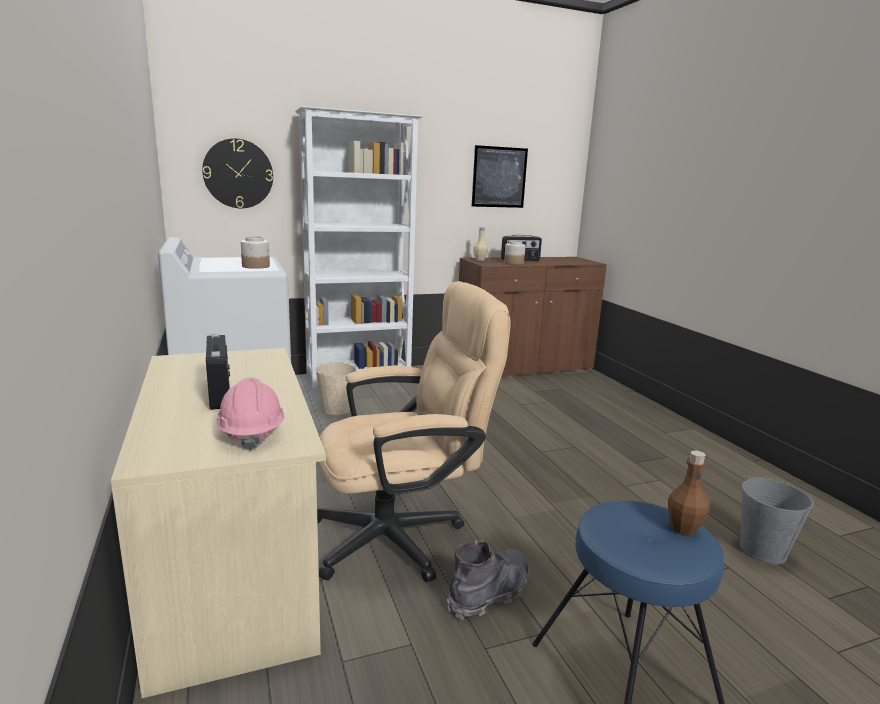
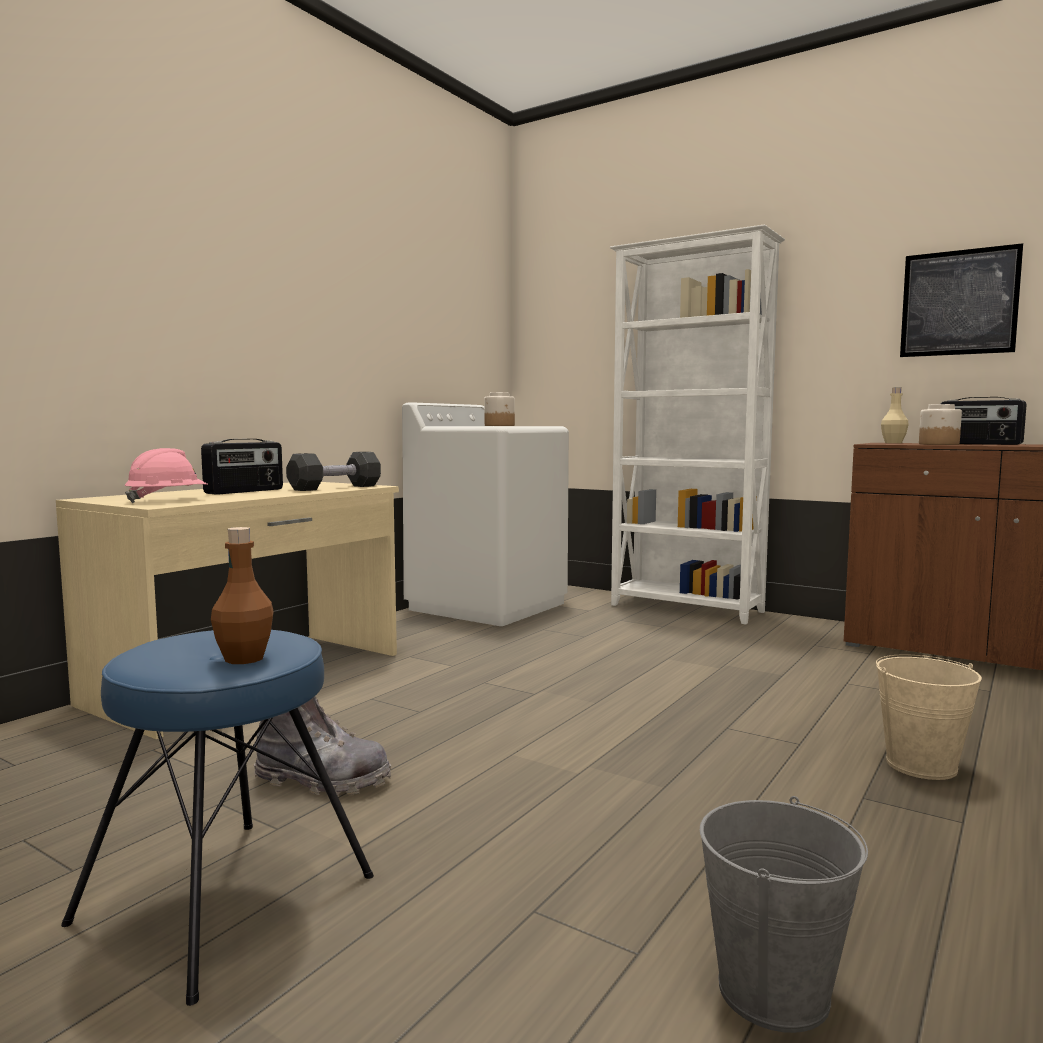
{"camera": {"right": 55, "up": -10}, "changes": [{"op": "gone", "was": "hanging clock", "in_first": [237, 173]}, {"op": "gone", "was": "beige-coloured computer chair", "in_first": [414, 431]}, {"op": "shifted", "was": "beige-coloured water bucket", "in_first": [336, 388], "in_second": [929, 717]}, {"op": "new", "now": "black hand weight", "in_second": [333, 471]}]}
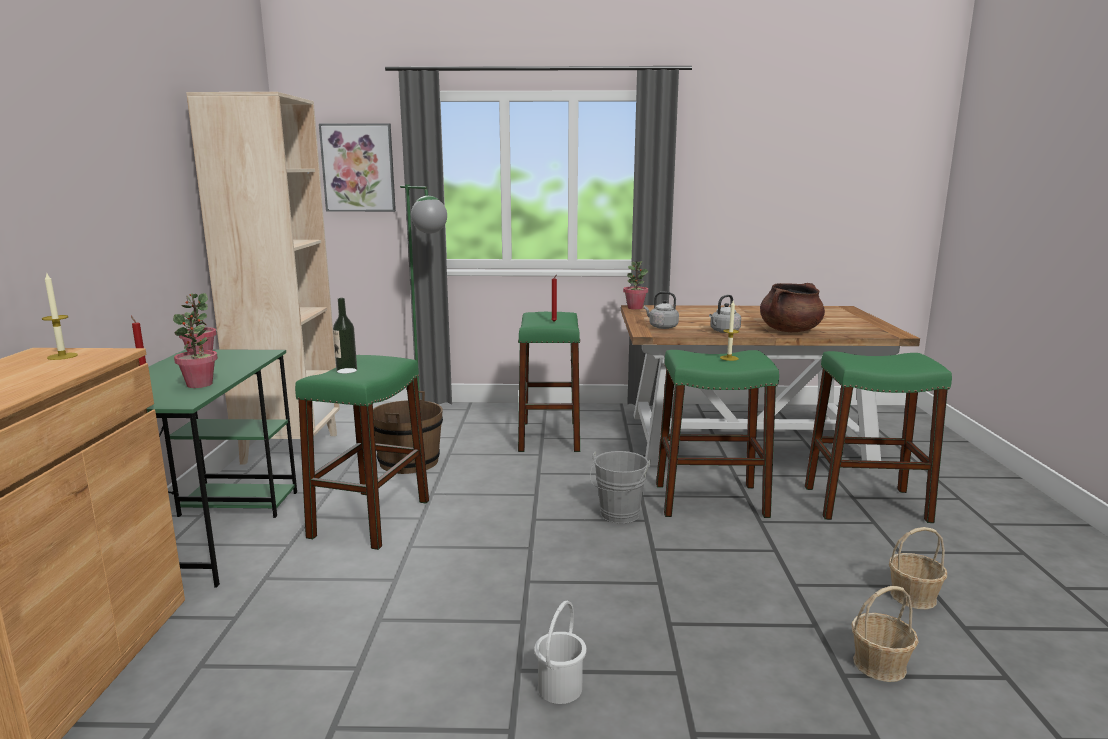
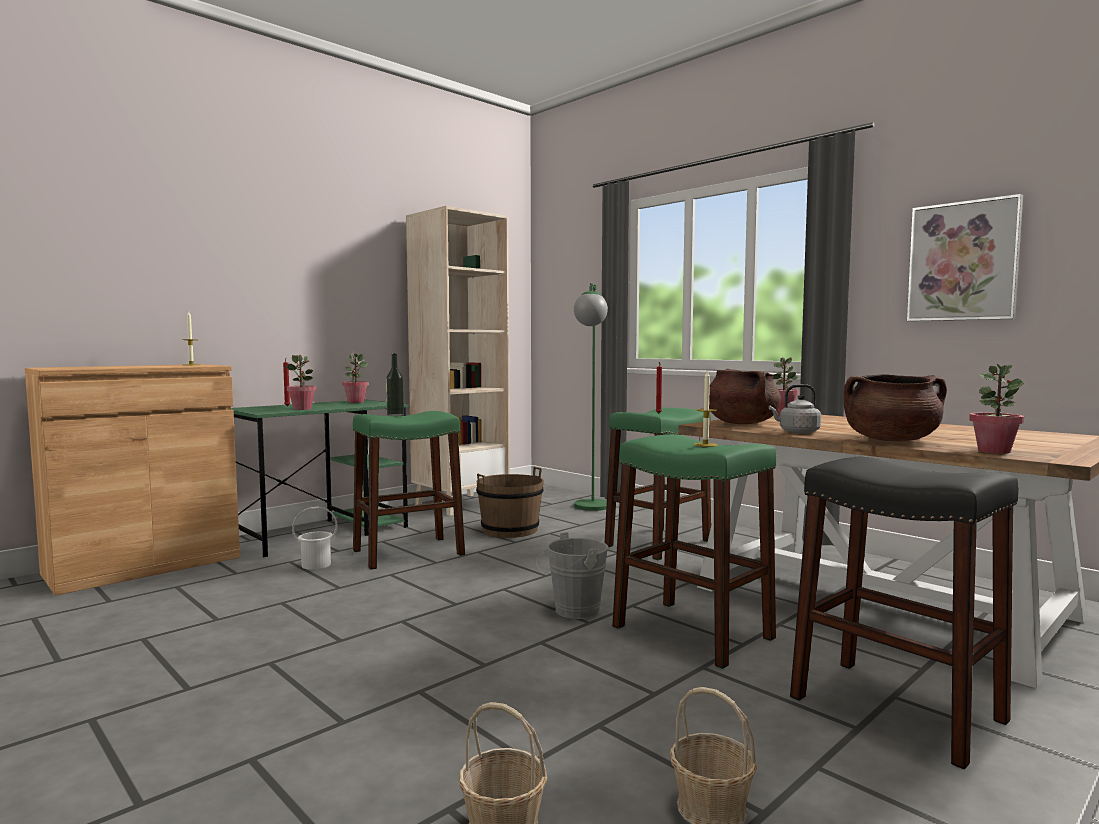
{"camera": {"right": 45, "up": -10}, "changes": [{"op": "shifted", "was": "wall art", "in_first": [357, 167], "in_second": [965, 257]}, {"op": "swapped", "was": "greyish kettle", "now": "brown-coloured saucepot", "in_first": [661, 310], "in_second": [745, 396]}, {"op": "repainted", "was": "greenish sitting stool", "now": "black sitting stool", "in_first": [878, 437], "in_second": [904, 612]}, {"op": "shifted", "was": "white water bucket", "in_first": [560, 652], "in_second": [314, 538]}, {"op": "new", "now": "potted plant", "in_second": [996, 409]}]}
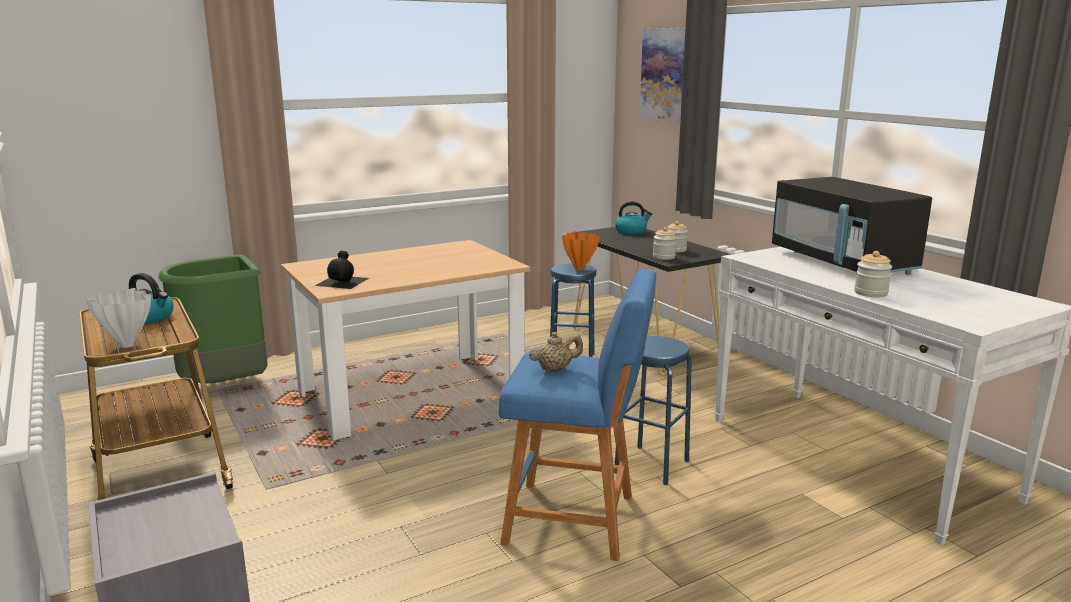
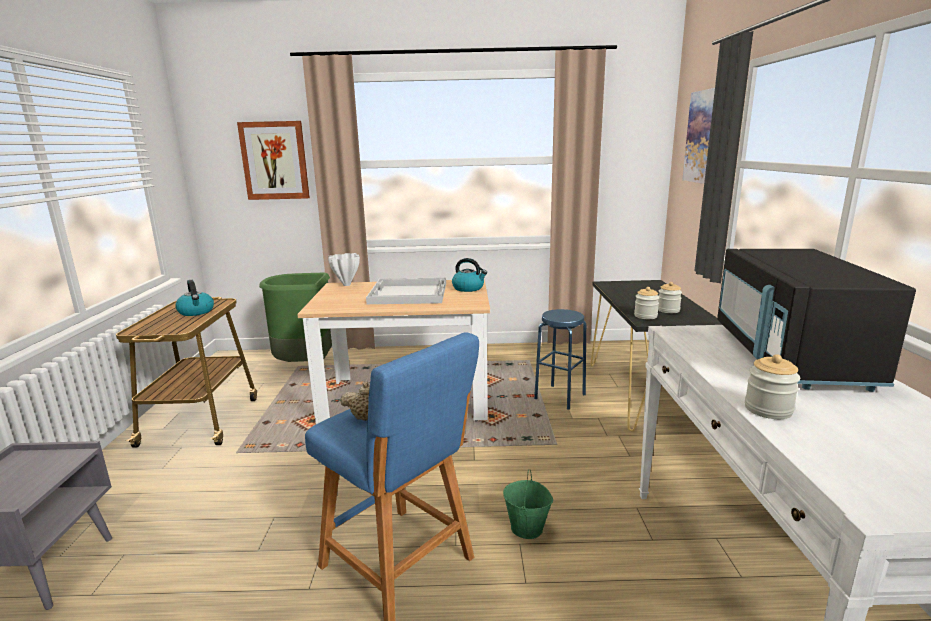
{"camera": {"right": 30, "up": 0}, "changes": [{"op": "shifted", "was": "kettle", "in_first": [633, 217], "in_second": [469, 275]}, {"op": "gone", "was": "orange-coloured flower vase", "in_first": [581, 250]}, {"op": "gone", "was": "black bottle", "in_first": [342, 270]}, {"op": "shifted", "was": "white flower vase", "in_first": [118, 318], "in_second": [344, 269]}, {"op": "swapped", "was": "bluish sitting stool", "now": "greenish water bucket", "in_first": [653, 410], "in_second": [528, 504]}, {"op": "new", "now": "wall art", "in_second": [273, 160]}, {"op": "new", "now": "white tray", "in_second": [406, 290]}]}
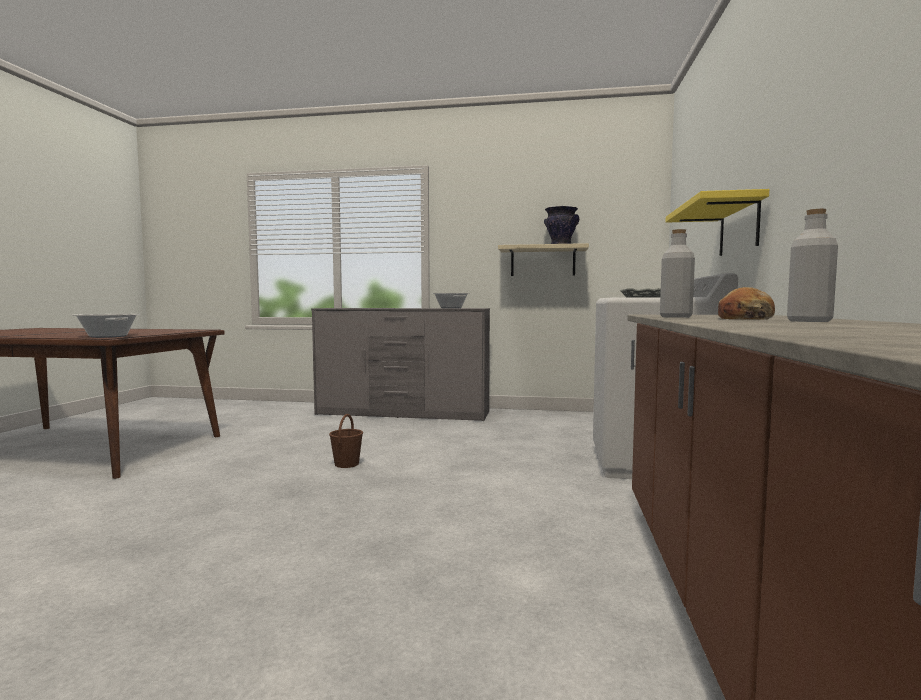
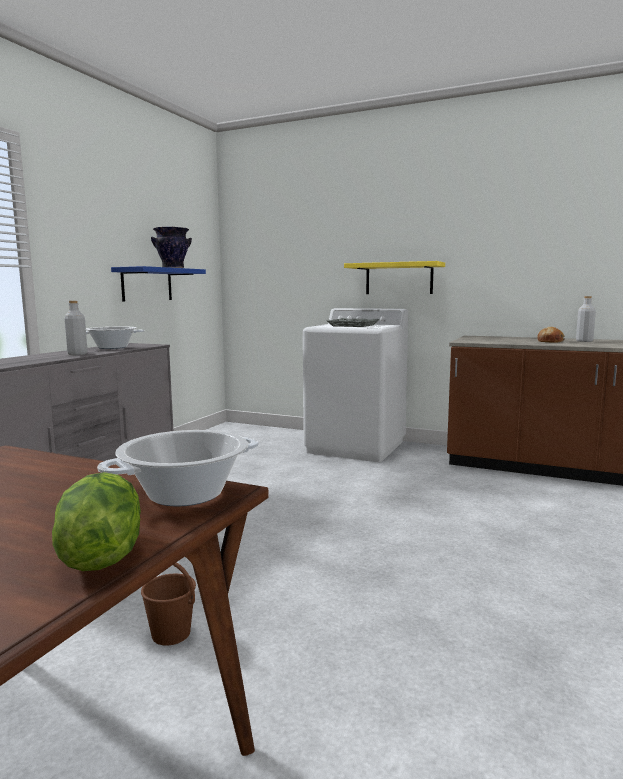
{"camera": {"right": -75, "up": 5}, "changes": [{"op": "shifted", "was": "greyish bottle", "in_first": [677, 273], "in_second": [76, 328]}, {"op": "repainted", "was": "beige-coloured bracket shelf", "now": "bluish bracket shelf", "in_first": [543, 259], "in_second": [158, 284]}, {"op": "shifted", "was": "brown-coloured water bucket", "in_first": [346, 441], "in_second": [168, 604]}, {"op": "new", "now": "lettuce head", "in_second": [96, 521]}]}
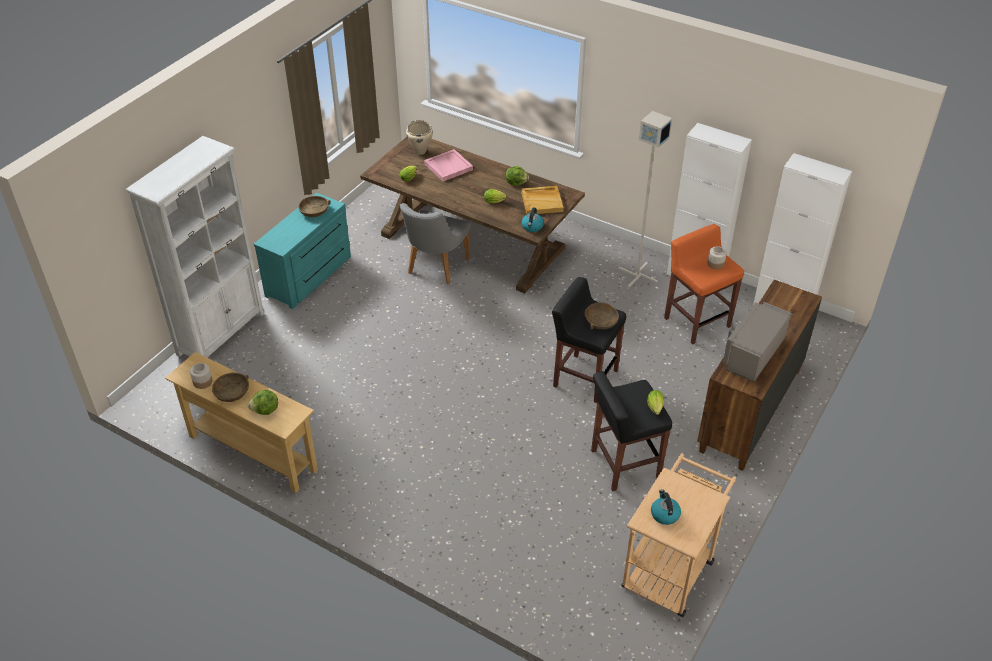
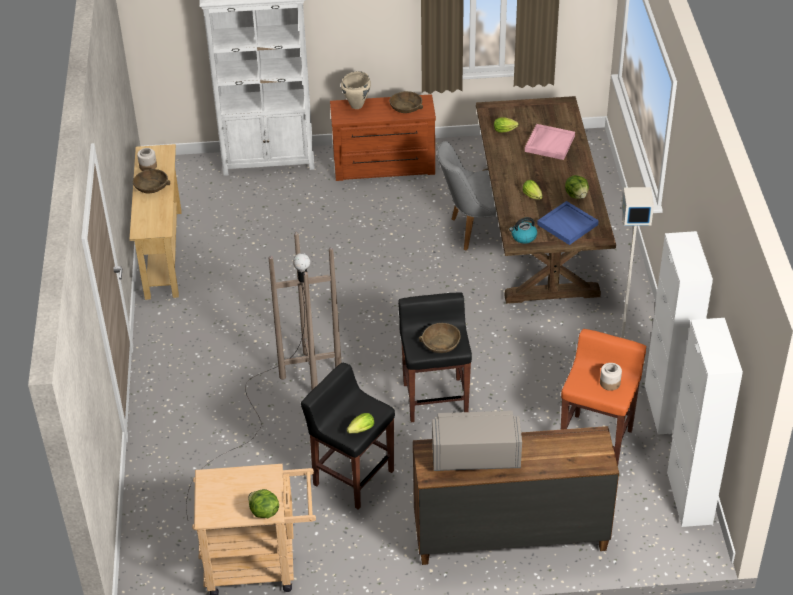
{"camera": {"right": 55, "up": 0}, "changes": [{"op": "shifted", "was": "beige-coloured saucepot", "in_first": [419, 137], "in_second": [356, 90]}, {"op": "repainted", "was": "beige-coloured tray", "now": "bluish tray", "in_first": [542, 200], "in_second": [568, 223]}, {"op": "repainted", "was": "turquoise chest of drawers", "now": "brown-coloured chest of drawers", "in_first": [302, 251], "in_second": [383, 137]}, {"op": "shifted", "was": "lettuce head", "in_first": [263, 402], "in_second": [263, 503]}, {"op": "gone", "was": "kettle", "in_first": [666, 507]}, {"op": "new", "now": "brown-coloured floor lamp", "in_second": [264, 375]}]}
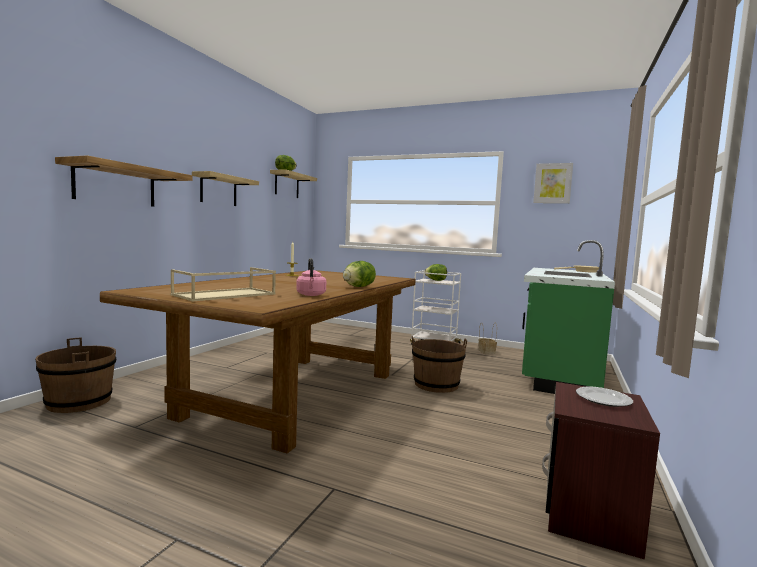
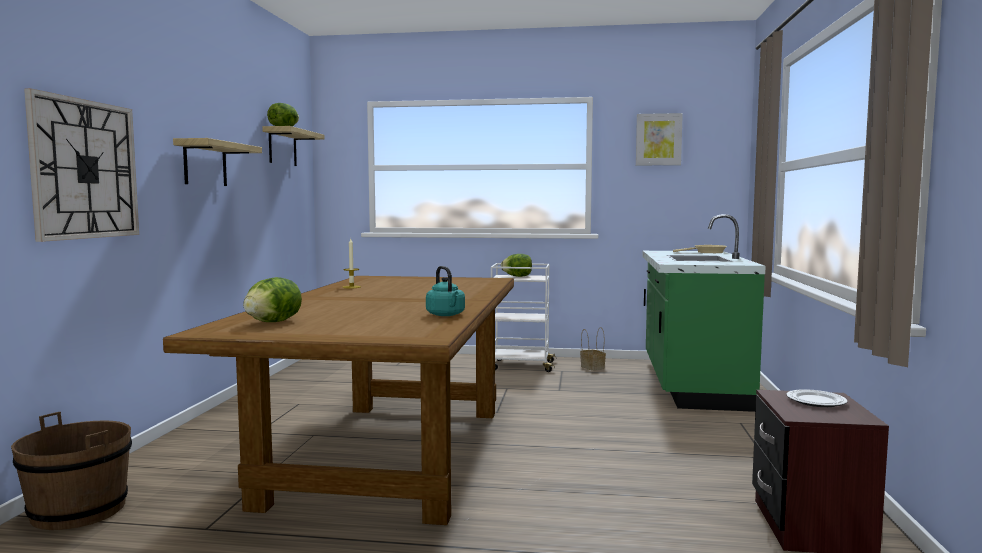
{"camera": {"right": -15, "up": 0}, "changes": [{"op": "swapped", "was": "bracket shelf", "now": "hanging clock", "in_first": [123, 181], "in_second": [81, 165]}, {"op": "repainted", "was": "pink kettle", "now": "turquoise kettle", "in_first": [311, 277], "in_second": [445, 291]}, {"op": "shifted", "was": "lettuce head", "in_first": [359, 274], "in_second": [272, 299]}, {"op": "gone", "was": "beige-coloured tray", "in_first": [223, 284]}, {"op": "gone", "was": "brown-coloured water bucket", "in_first": [439, 364]}]}
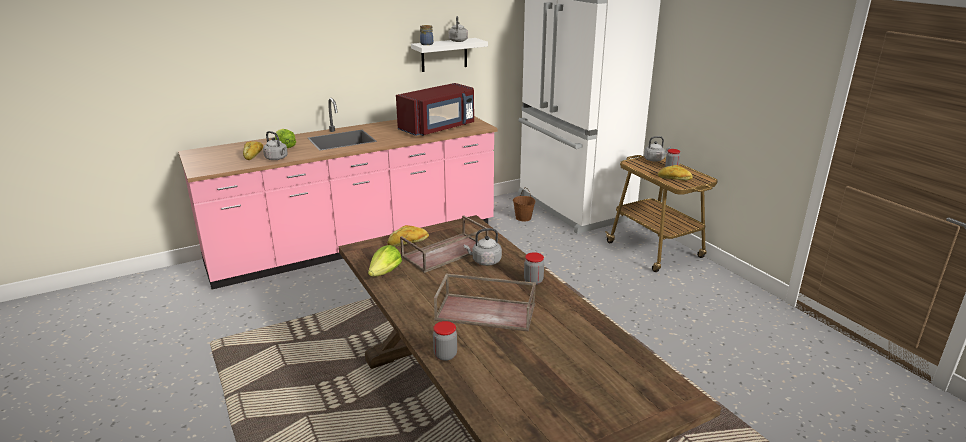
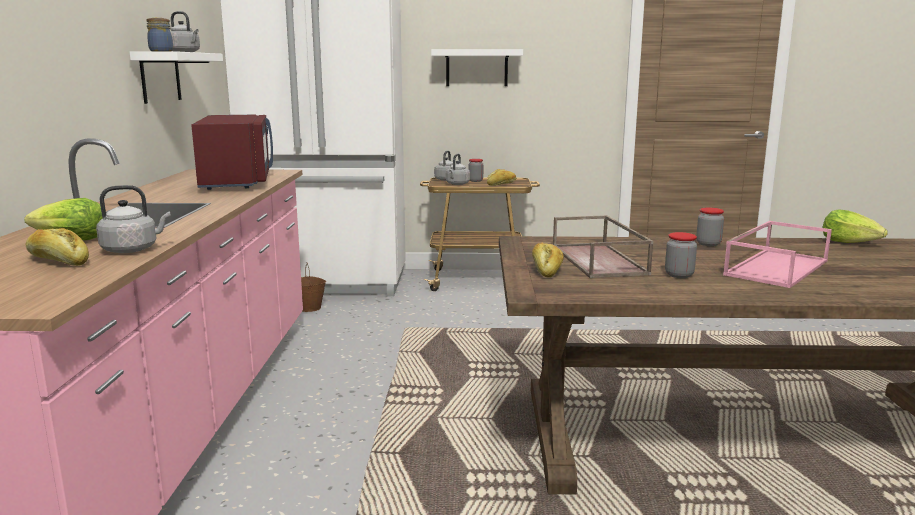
{"camera": {"right": -60, "up": -10}, "changes": [{"op": "shifted", "was": "greyish kettle", "in_first": [483, 247], "in_second": [458, 169]}, {"op": "shifted", "was": "lettuce head", "in_first": [385, 261], "in_second": [855, 226]}, {"op": "repainted", "was": "brown-coloured tray", "now": "pink tray", "in_first": [485, 302], "in_second": [777, 254]}, {"op": "shifted", "was": "storage jar", "in_first": [445, 341], "in_second": [681, 255]}, {"op": "new", "now": "white bracket shelf", "in_second": [477, 67]}]}
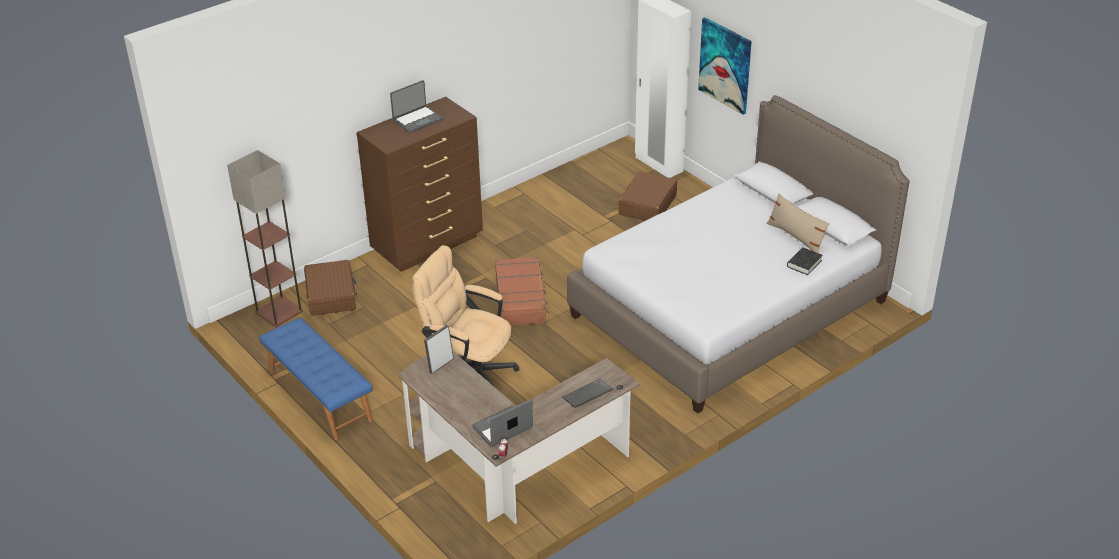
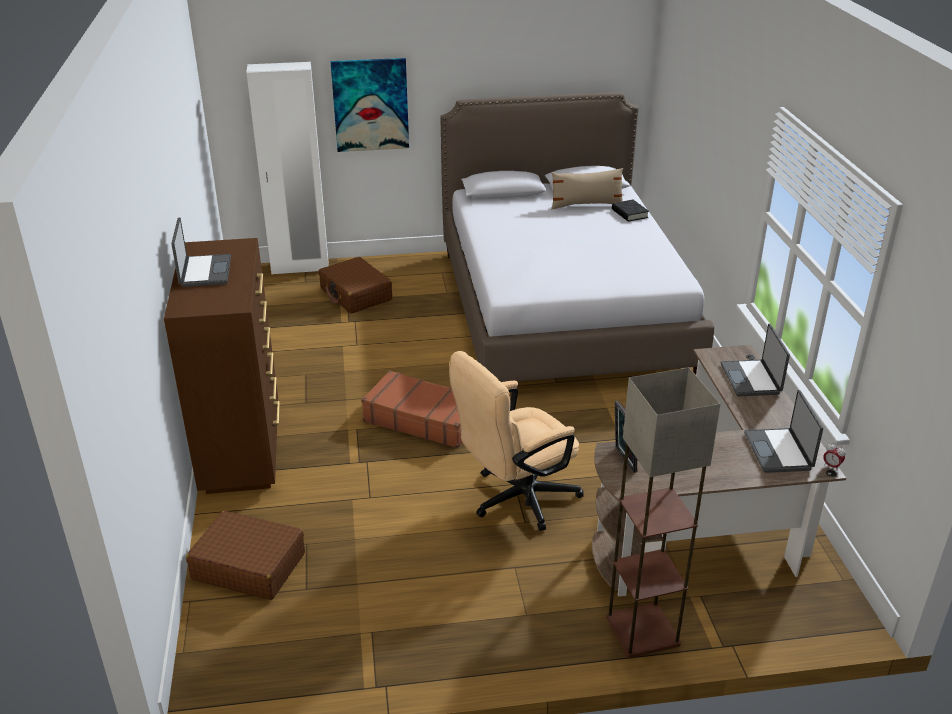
{"camera": {"right": -60, "up": -5}, "changes": [{"op": "shifted", "was": "floor lamp", "in_first": [265, 238], "in_second": [663, 512]}, {"op": "gone", "was": "bluish indoor bench", "in_first": [316, 379]}, {"op": "swapped", "was": "PC keyboard", "now": "laptop", "in_first": [587, 393], "in_second": [755, 360]}]}
